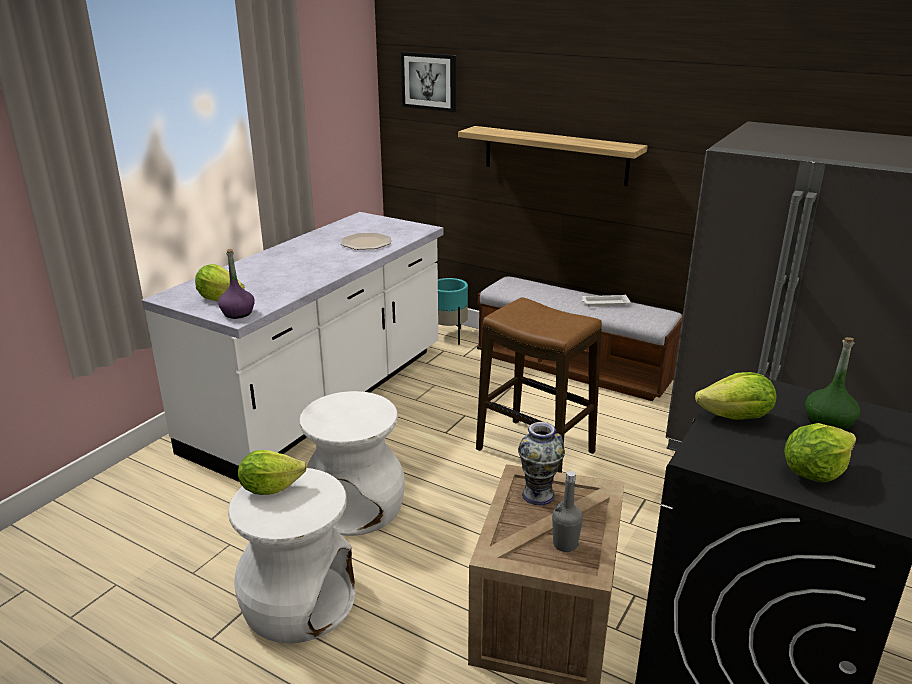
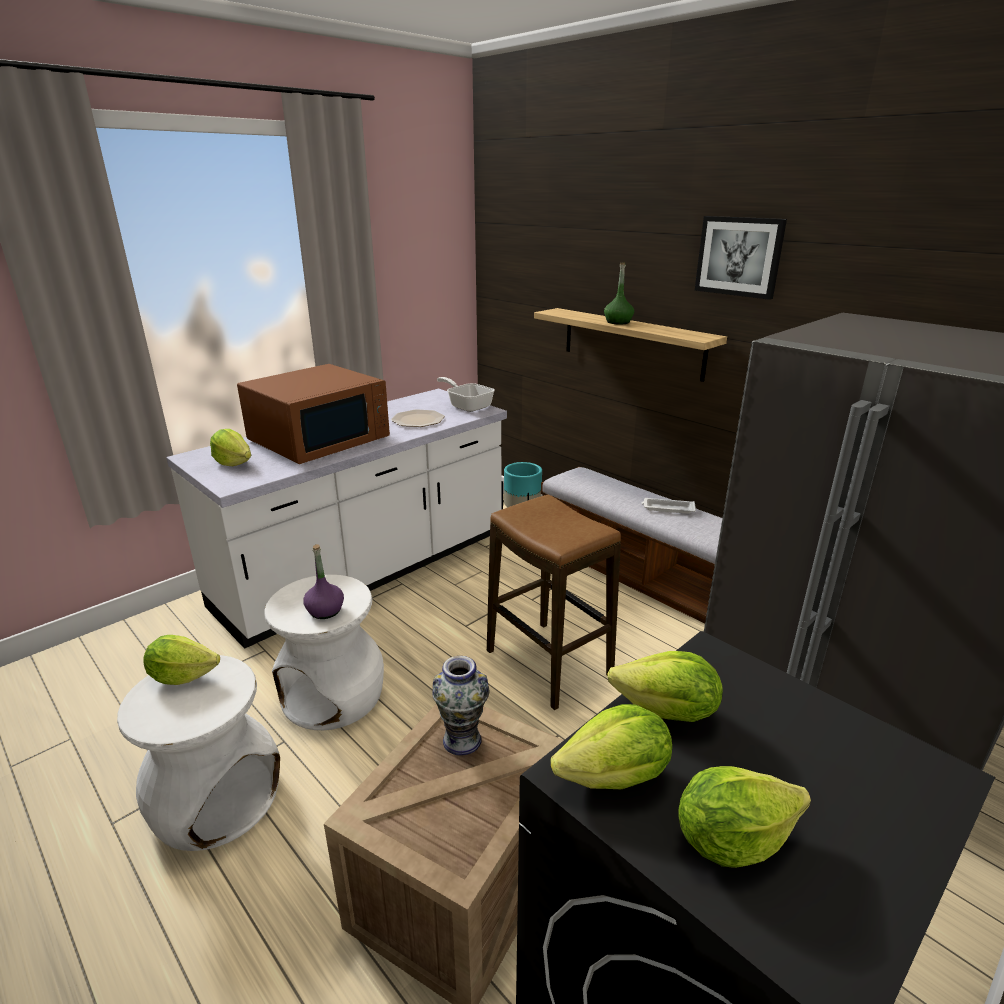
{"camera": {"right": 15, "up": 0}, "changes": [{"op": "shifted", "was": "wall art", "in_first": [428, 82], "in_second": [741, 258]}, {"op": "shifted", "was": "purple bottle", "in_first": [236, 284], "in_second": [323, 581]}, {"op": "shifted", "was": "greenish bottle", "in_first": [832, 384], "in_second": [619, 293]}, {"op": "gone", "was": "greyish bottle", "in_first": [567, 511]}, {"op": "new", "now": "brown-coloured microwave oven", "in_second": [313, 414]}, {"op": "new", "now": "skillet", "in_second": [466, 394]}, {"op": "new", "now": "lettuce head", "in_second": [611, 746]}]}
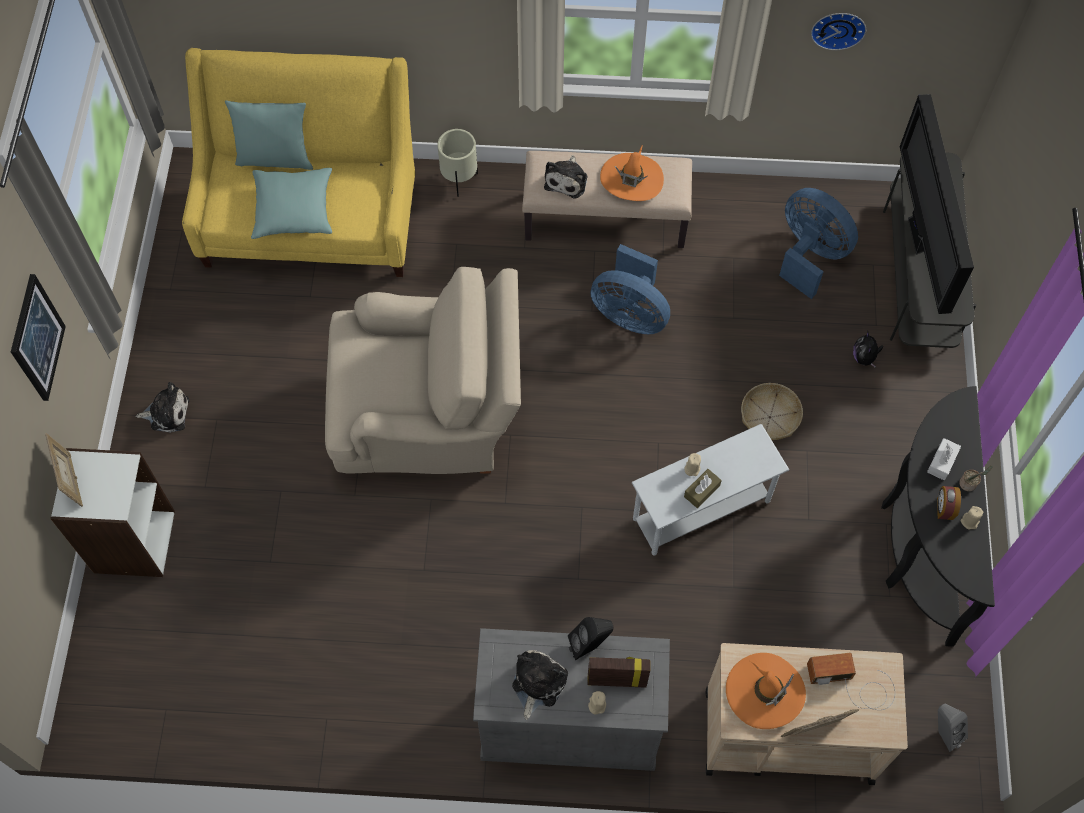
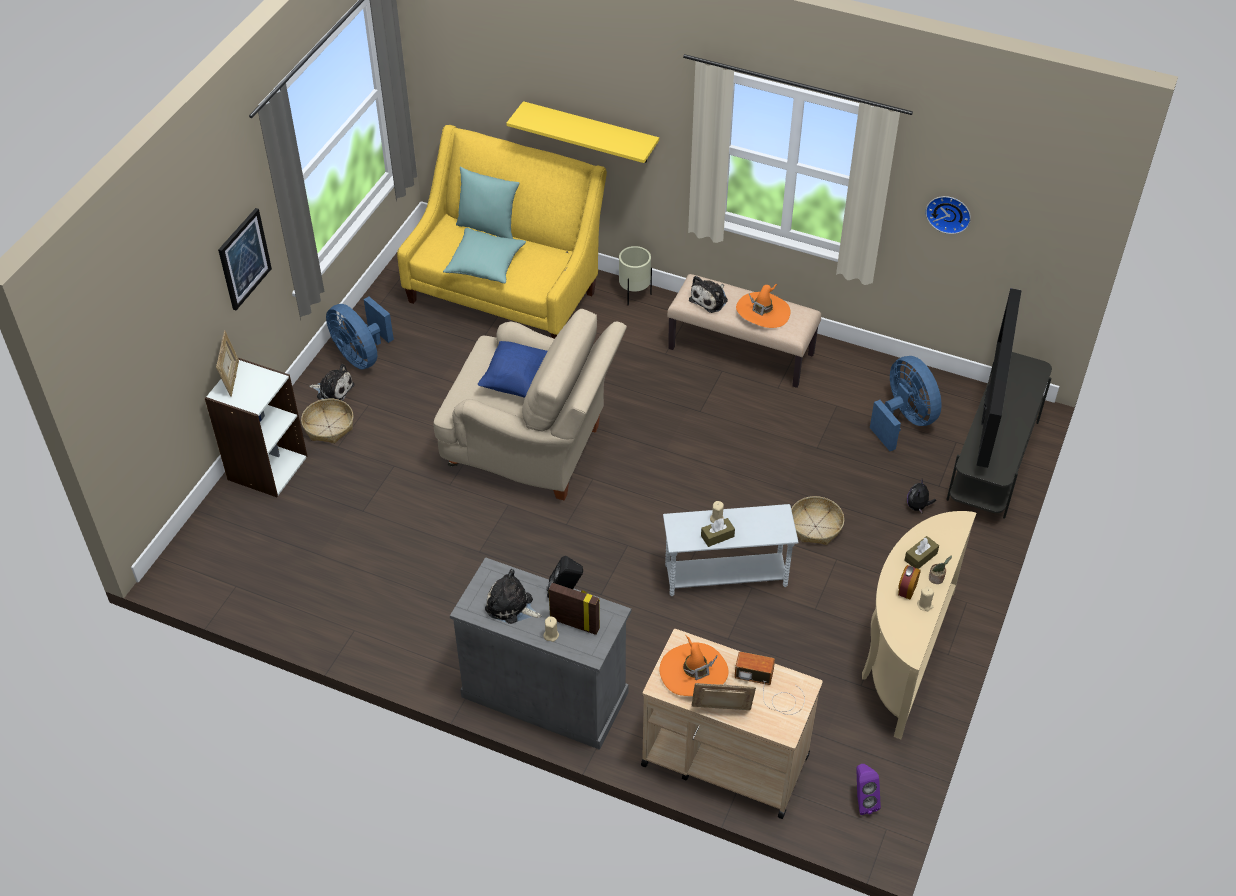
{"camera": {"right": 20, "up": -15}, "changes": [{"op": "shifted", "was": "bluish electric fan", "in_first": [630, 289], "in_second": [360, 333]}, {"op": "repainted", "was": "black console table", "now": "beige-coloured console table", "in_first": [938, 516], "in_second": [919, 625]}, {"op": "repainted", "was": "white tissue box", "now": "brown-coloured tissue box", "in_first": [944, 459], "in_second": [921, 552]}, {"op": "rotated", "was": "cuddly toy", "in_first": [540, 685], "in_second": [513, 596], "clockwise": -105}, {"op": "repainted", "was": "greyish speaker", "now": "purple speaker", "in_first": [953, 728], "in_second": [868, 789]}, {"op": "new", "now": "yellow bracket shelf", "in_second": [583, 132]}, {"op": "new", "now": "bluish pillow", "in_second": [513, 369]}, {"op": "new", "now": "household basket", "in_second": [327, 420]}]}
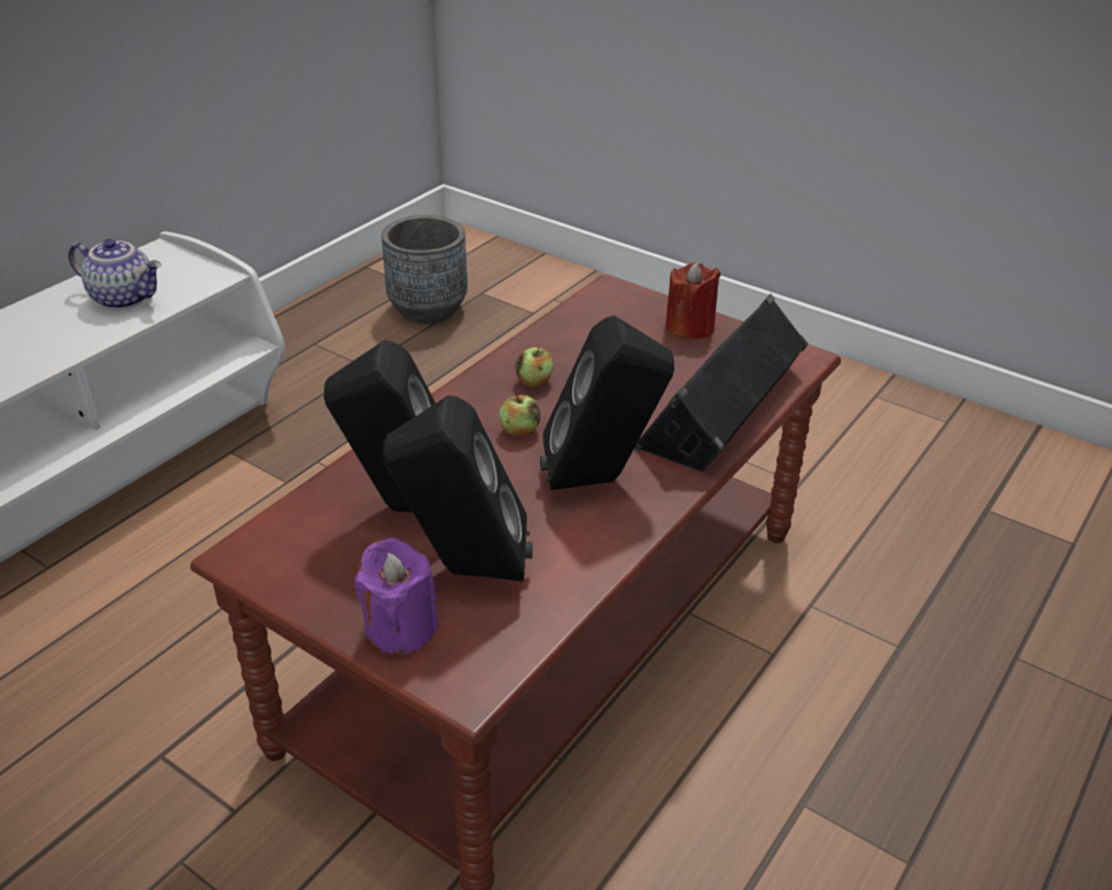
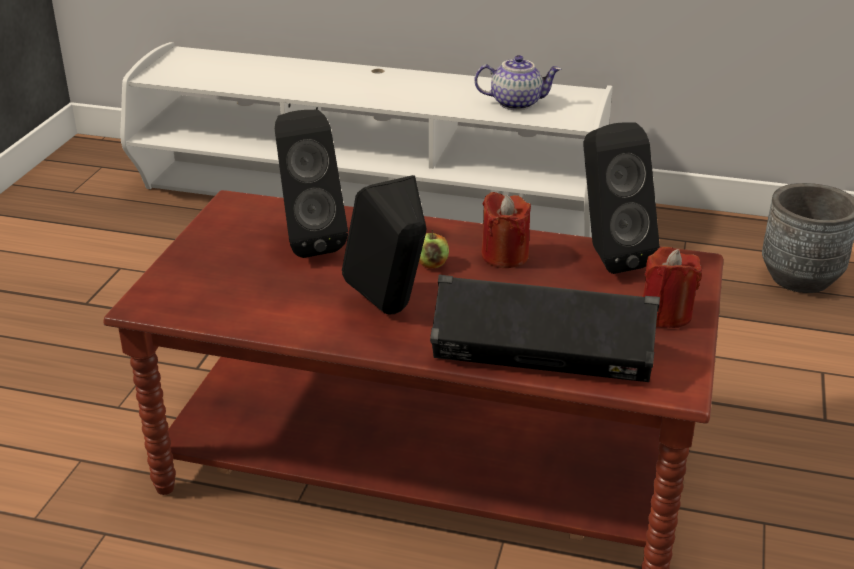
{"camera": {"right": 70, "up": -5}, "changes": [{"op": "rotated", "was": "pot for tea", "in_first": [114, 273], "in_second": [517, 82], "clockwise": -90}, {"op": "swapped", "was": "apple", "now": "red-coloured candle", "in_first": [534, 366], "in_second": [506, 230]}, {"op": "shifted", "was": "black speaker", "in_first": [458, 488], "in_second": [622, 198]}, {"op": "gone", "was": "purple candle", "in_first": [396, 596]}]}
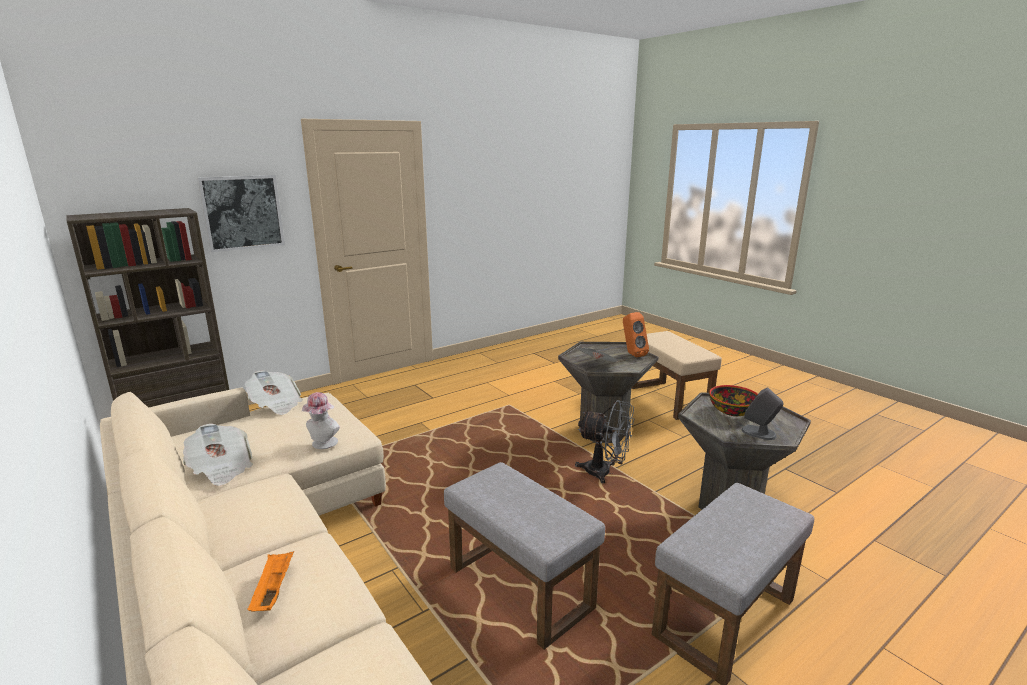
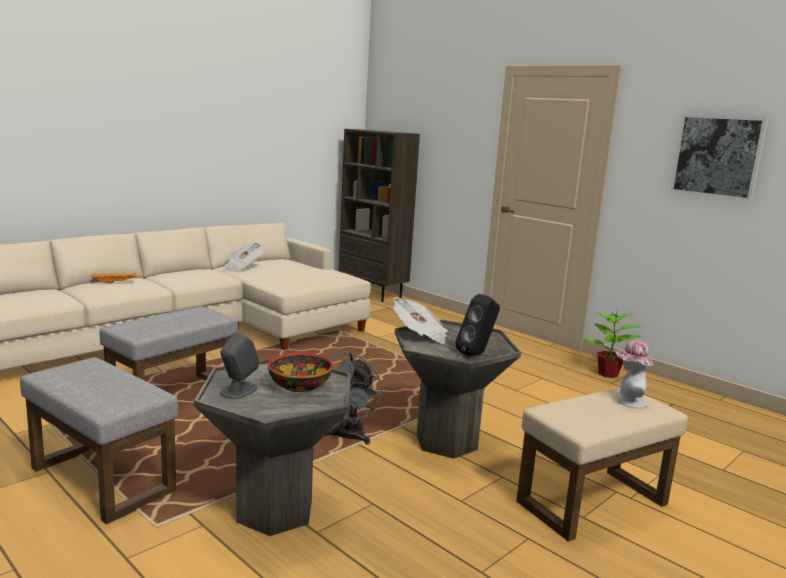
{"camera": {"right": 80, "up": -5}, "changes": [{"op": "shifted", "was": "wall art", "in_first": [241, 213], "in_second": [719, 157]}, {"op": "repainted", "was": "orange-coloured speaker", "now": "black speaker", "in_first": [636, 334], "in_second": [477, 325]}, {"op": "gone", "was": "daily paper", "in_first": [274, 392]}, {"op": "shifted", "was": "wearable hat", "in_first": [321, 420], "in_second": [634, 374]}, {"op": "new", "now": "potted plant", "in_second": [611, 345]}]}
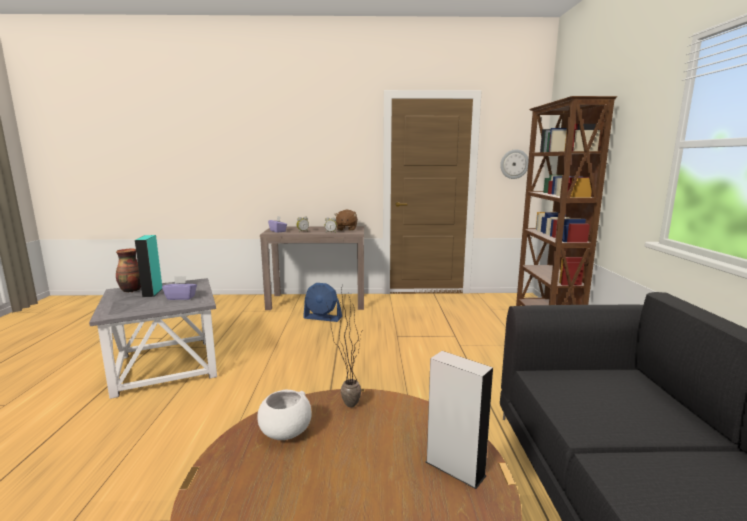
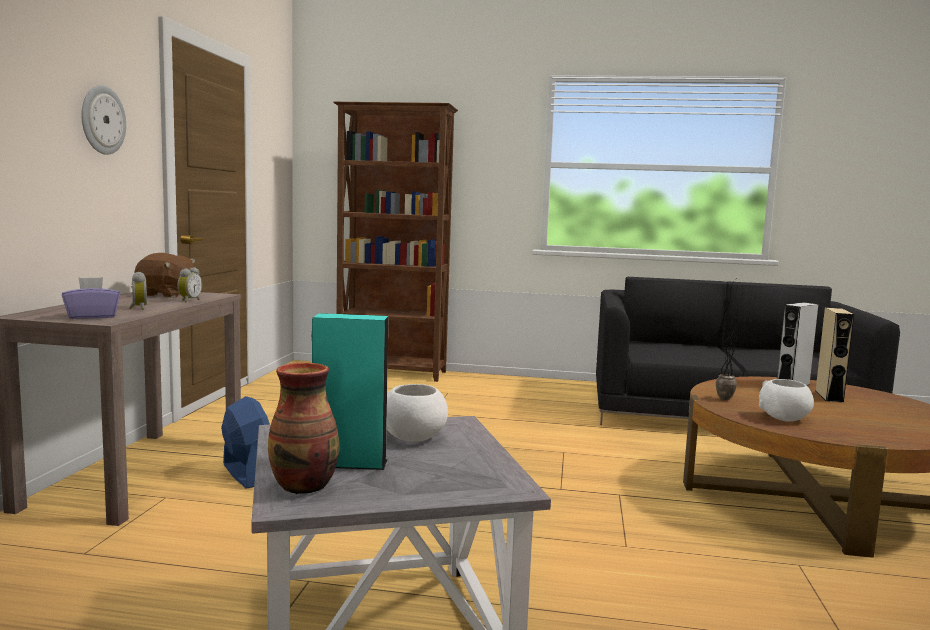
{"camera": {"right": -80, "up": -5}, "changes": [{"op": "shifted", "was": "hanging clock", "in_first": [514, 164], "in_second": [103, 120]}, {"op": "swapped", "was": "purple tissue box", "now": "white bowl", "in_first": [179, 288], "in_second": [417, 413]}, {"op": "rotated", "was": "bluish electric fan", "in_first": [322, 302], "in_second": [245, 442], "clockwise": -60}, {"op": "new", "now": "beige-coloured speaker", "in_second": [835, 355]}]}
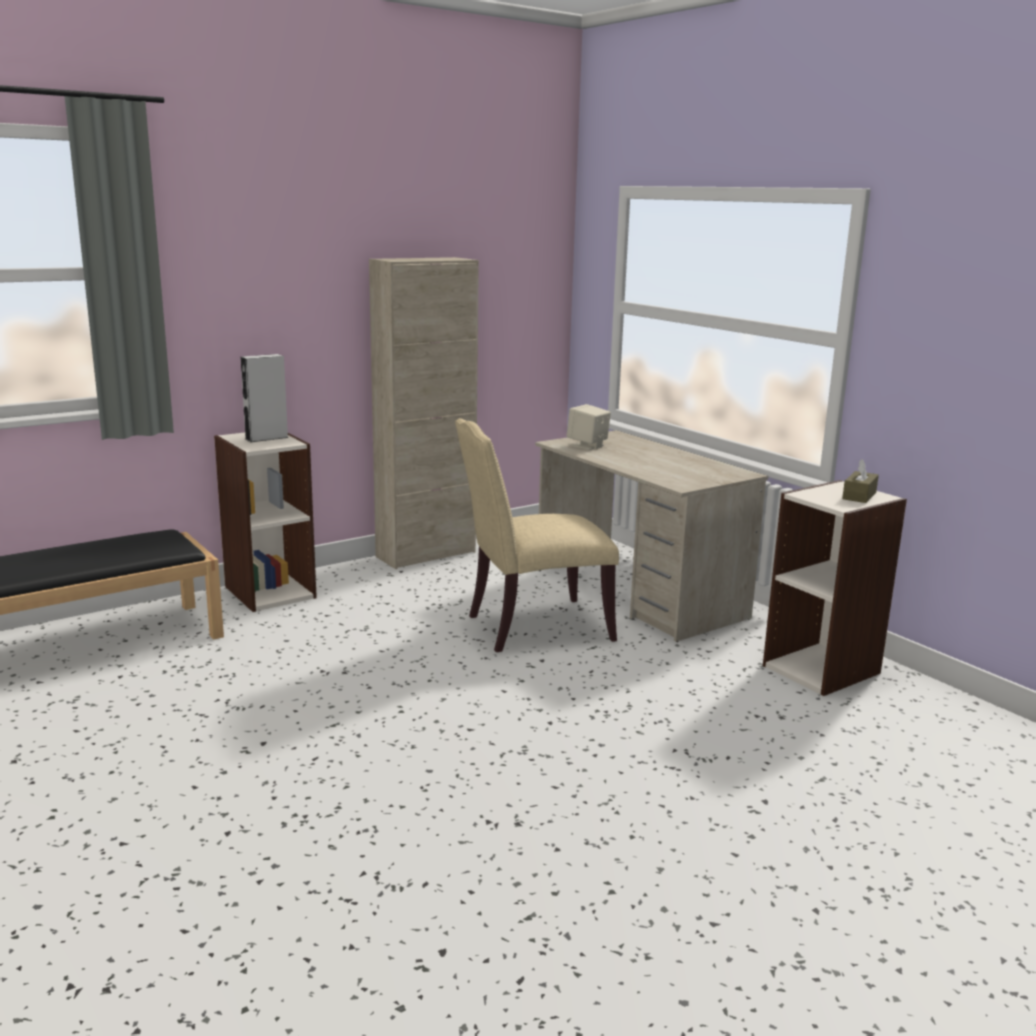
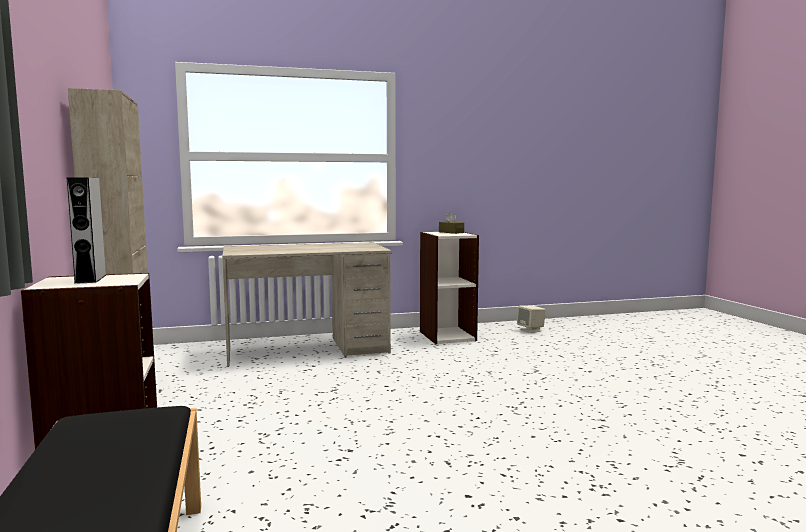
{"camera": {"right": -70, "up": -10}, "changes": [{"op": "shifted", "was": "beige-coloured speaker", "in_first": [589, 427], "in_second": [531, 319]}, {"op": "gone", "was": "beige-coloured chair", "in_first": [537, 535]}]}
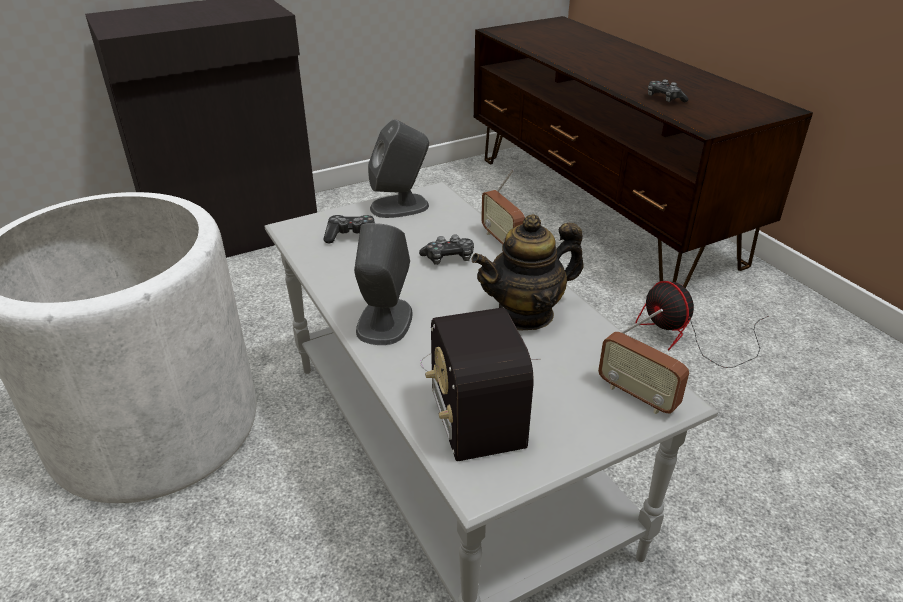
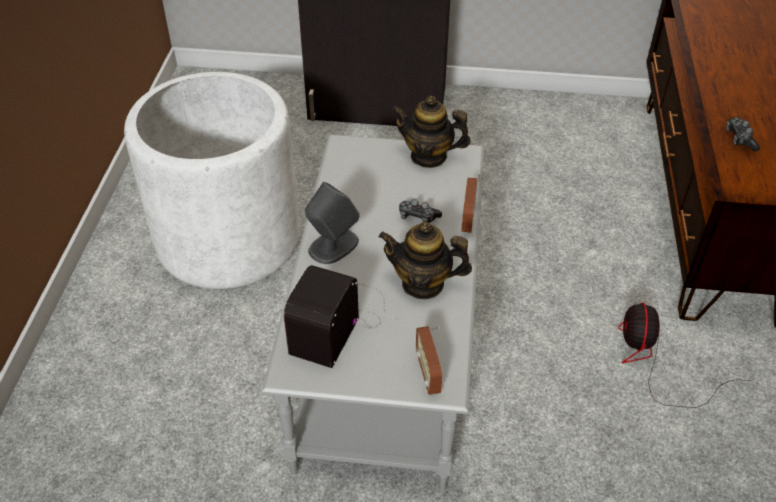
{"camera": {"right": 35, "up": 10}, "changes": [{"op": "swapped", "was": "greyish speaker", "now": "pot for tea", "in_first": [398, 168], "in_second": [431, 132]}, {"op": "gone", "was": "joypad", "in_first": [349, 229]}]}
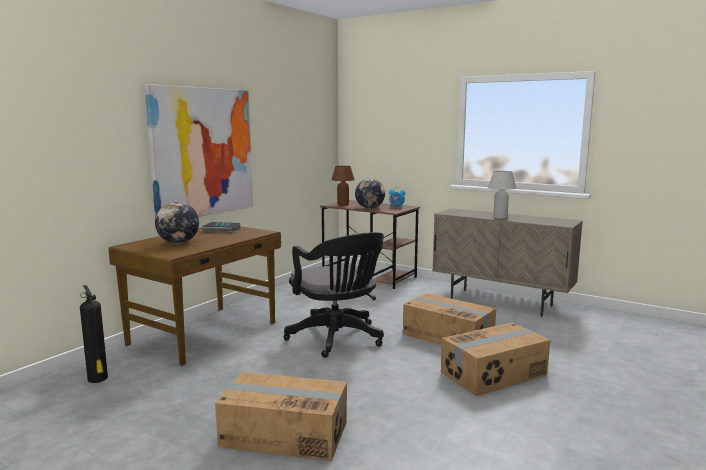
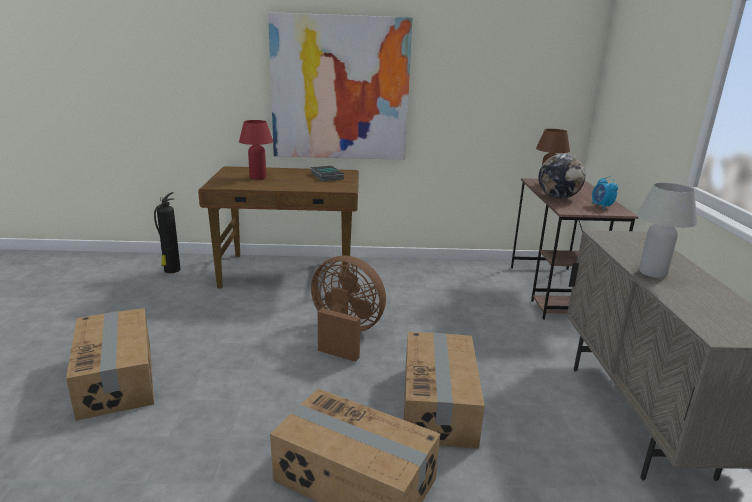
{"camera": {"right": 55, "up": 10}, "changes": [{"op": "swapped", "was": "desk globe", "now": "red-coloured tabletop lamp", "in_first": [177, 222], "in_second": [256, 149]}, {"op": "swapped", "was": "black computer chair", "now": "brown-coloured electric fan", "in_first": [333, 295], "in_second": [348, 308]}]}
